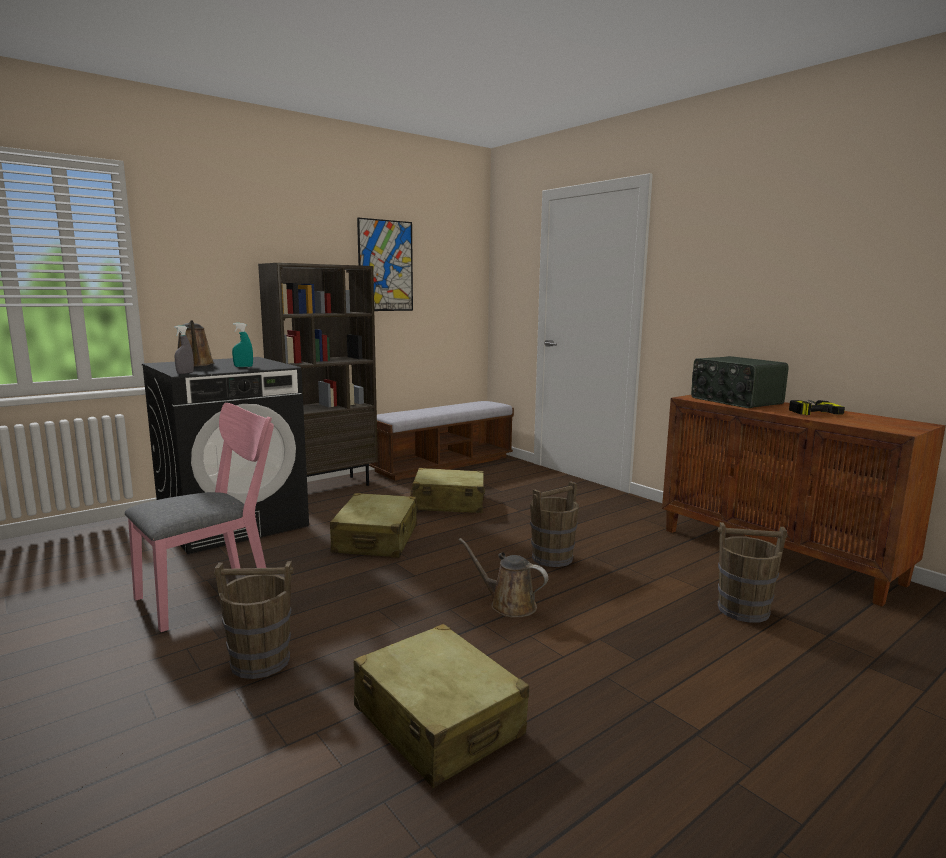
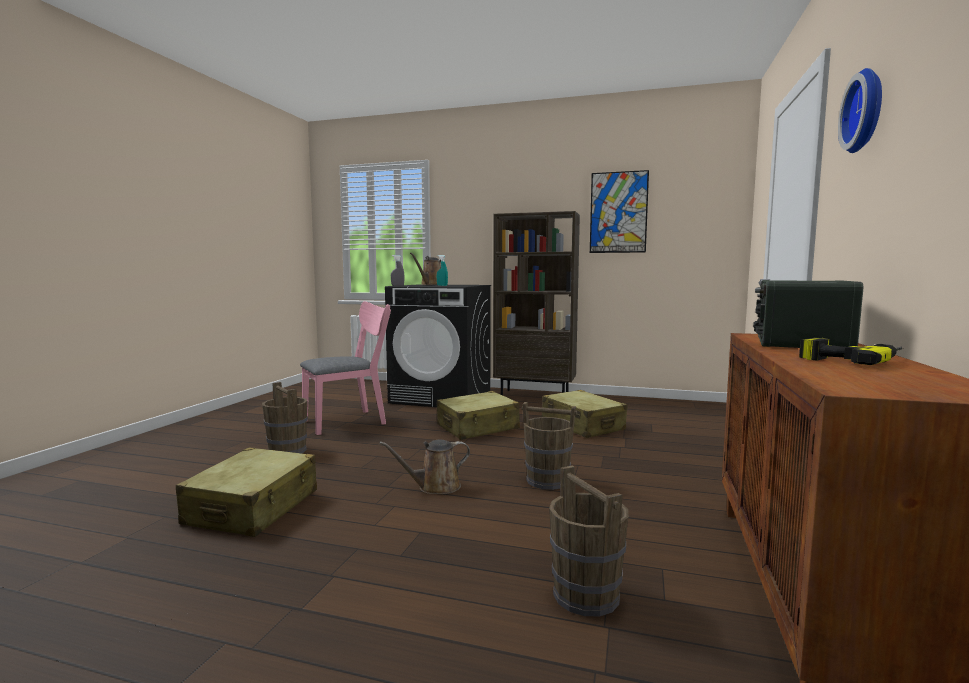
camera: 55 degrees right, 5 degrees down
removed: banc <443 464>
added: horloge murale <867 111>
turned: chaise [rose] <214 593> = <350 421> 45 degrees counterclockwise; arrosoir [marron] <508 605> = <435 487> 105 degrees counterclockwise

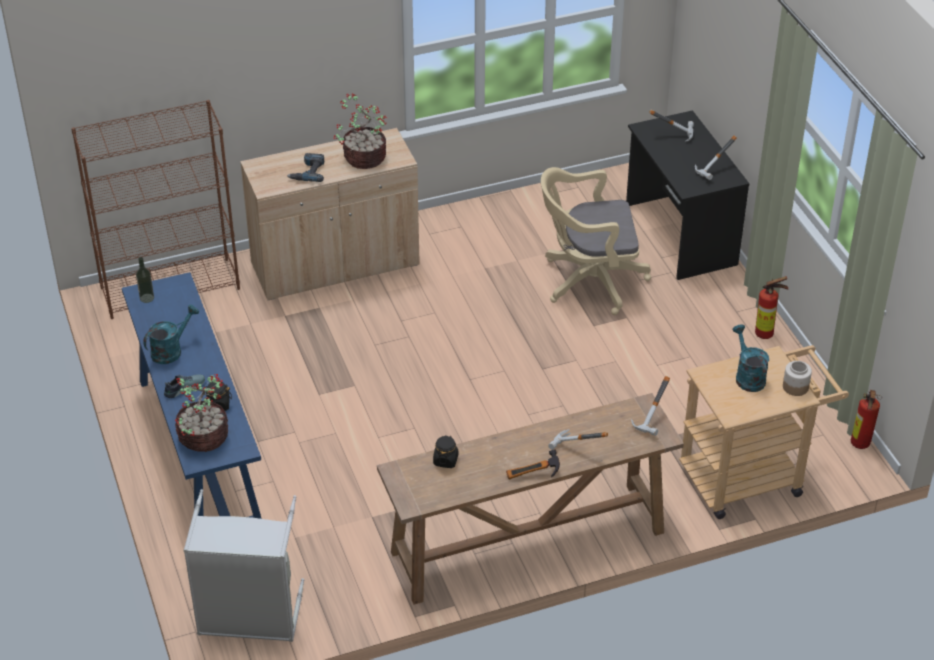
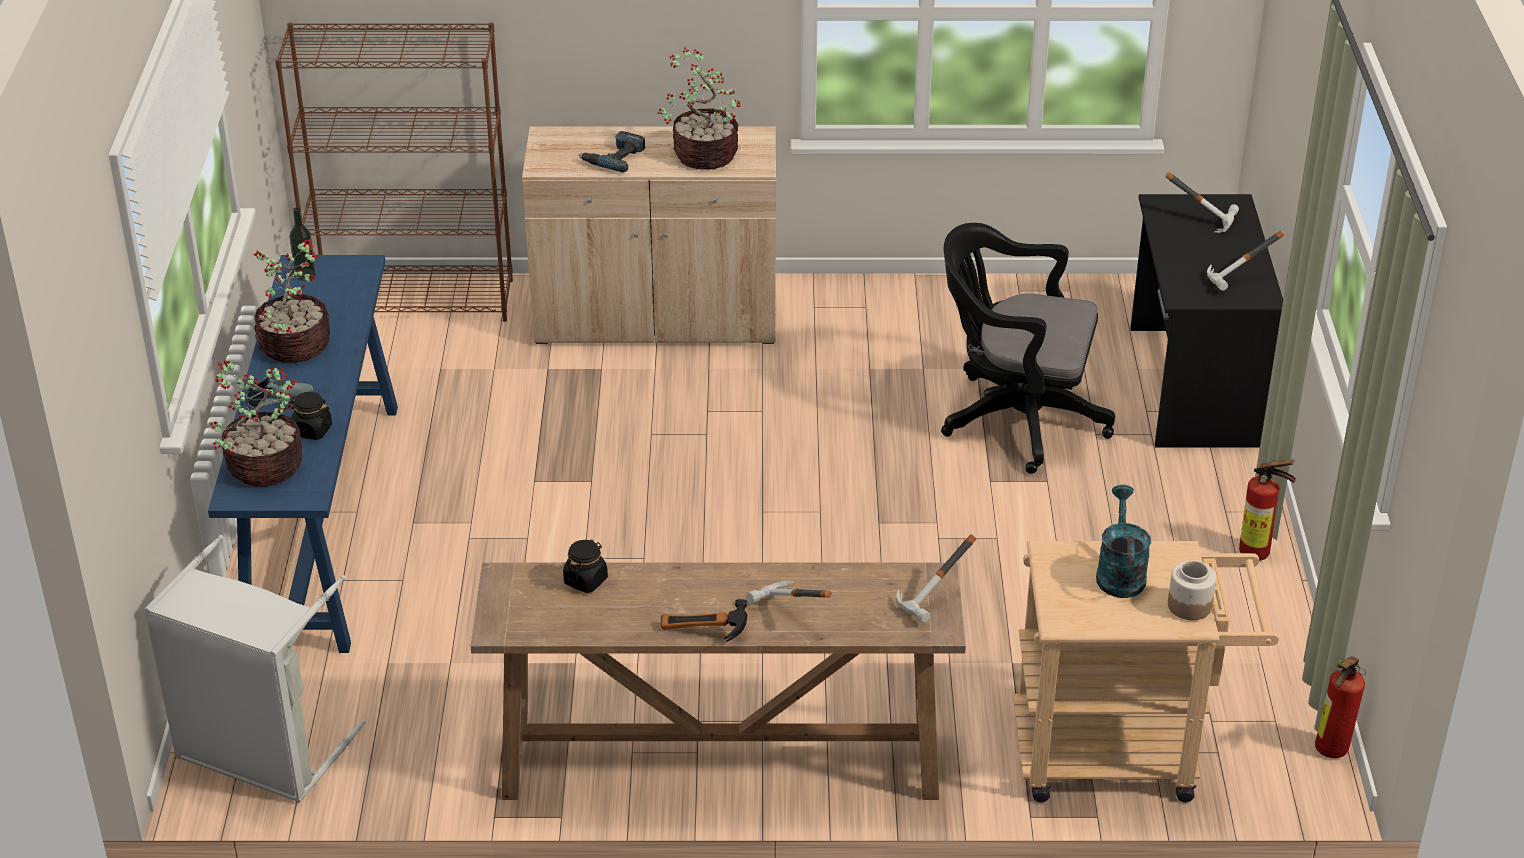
camera: 20 degrees right, 5 degrees down
replaced: arrosoir [turquoise] <171 350> to plante en pot <294 347>
recoloured: chaise de bureau [beige] <588 281> to chaise de bureau [noir] <1015 419>

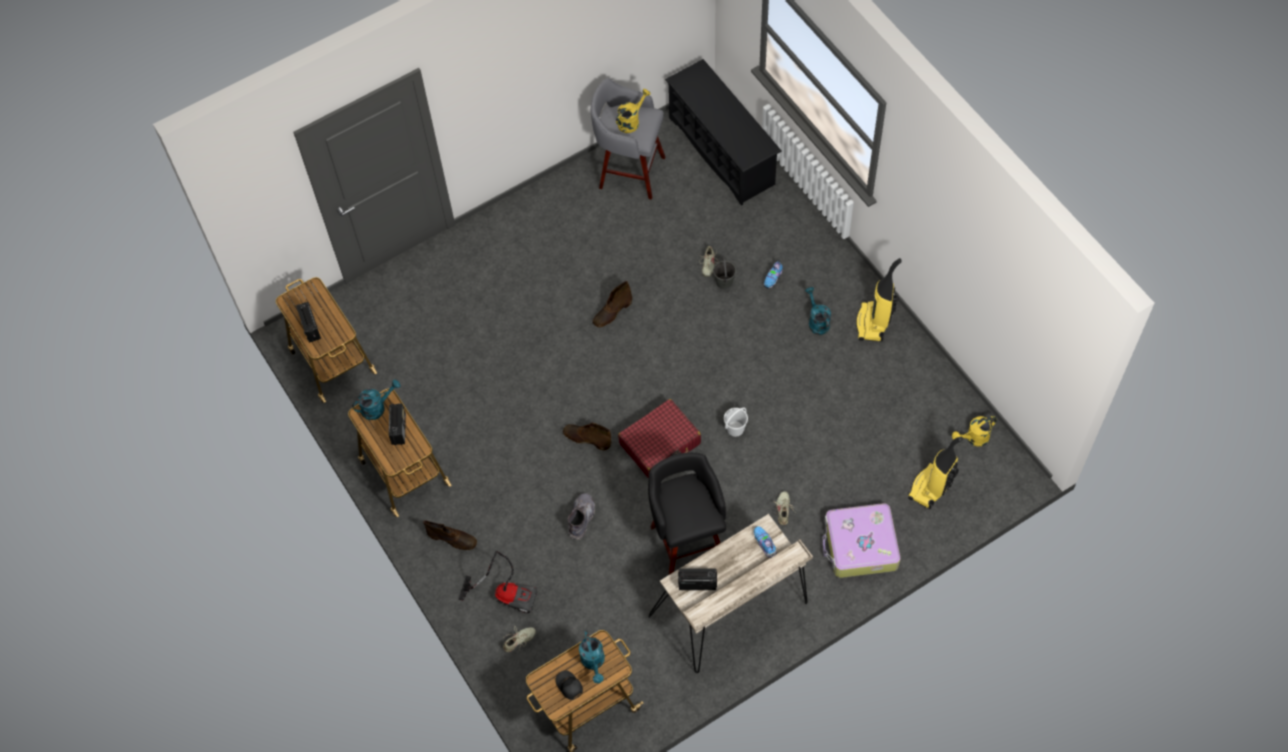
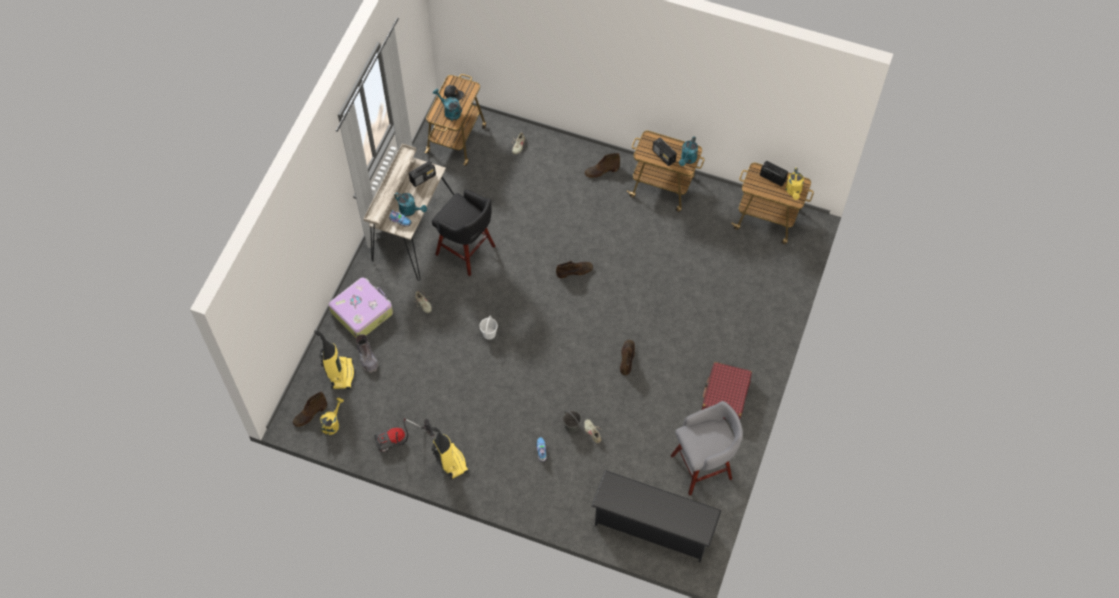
camera: 140 degrees right, 0 degrees up
added: botte [marron] <310 414>
moved: aspirateur <506 594> to <399 440>; botte [gris] <581 518> to <367 358>; arrosoir [jaune] <631 121> to <793 191>; valise [rouge] <660 444> to <725 396>; arrosoir [turquoise] <817 321> to <410 210>

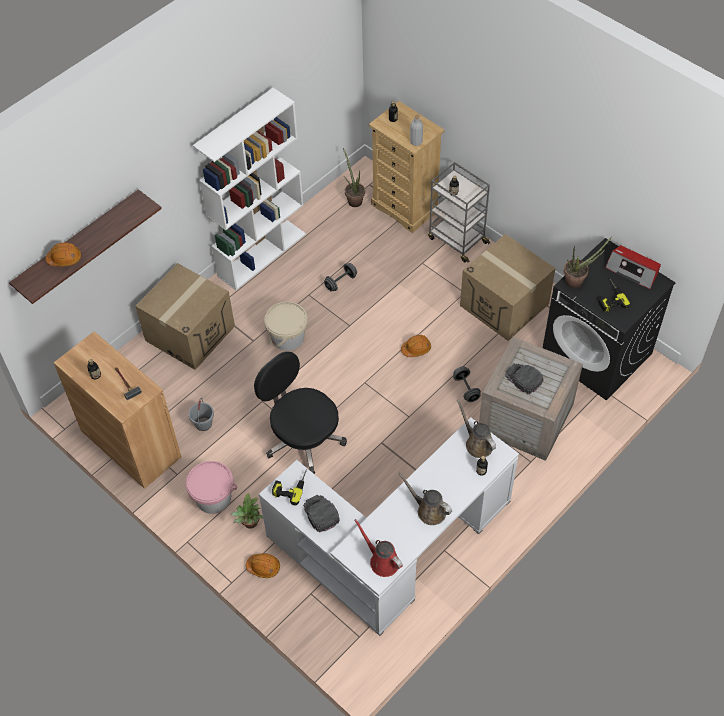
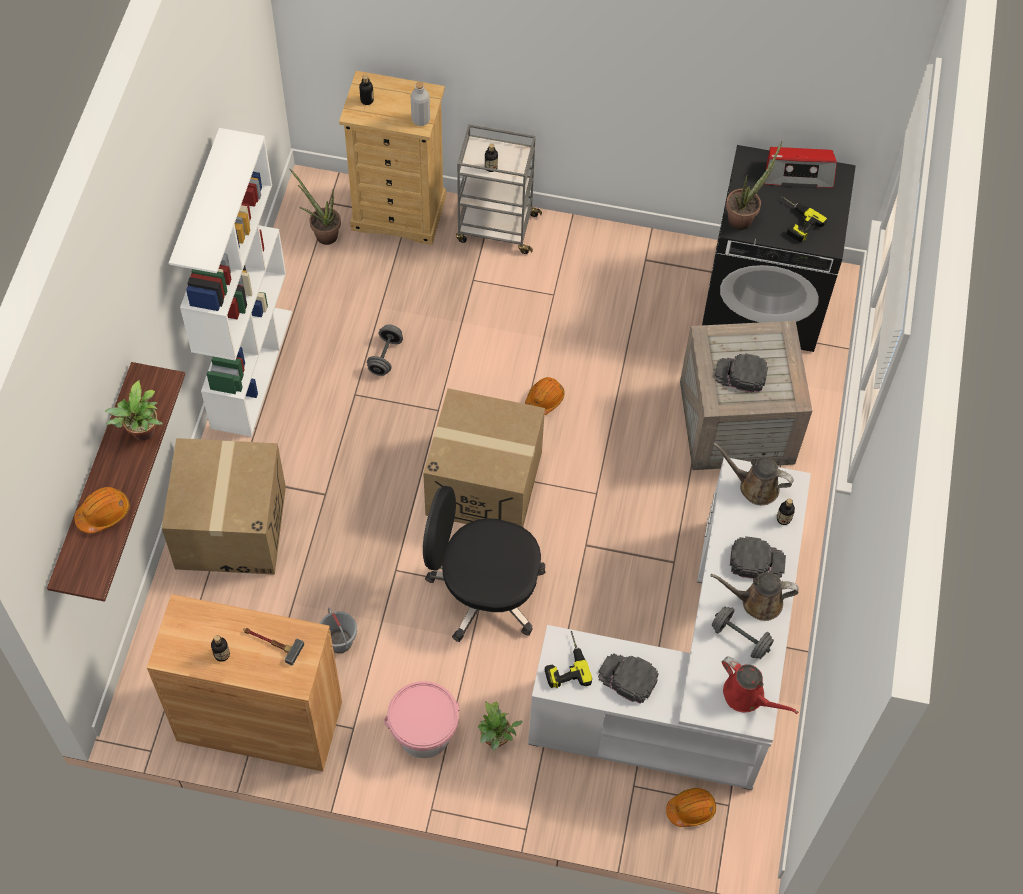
camera: 35 degrees left, 5 degrees up
removed: seau [beige] <288 337>
added: plante en pot <142 434>; casquette [noir] <757 561>
moved: casque de chantier [orange] <263 567> to <691 809>; haltère [gris] <466 389> to <740 638>; carton <504 304> to <484 483>
turned: arrosoir [rouge] <382 561> = <747 696> 150 degrees counterclockwise

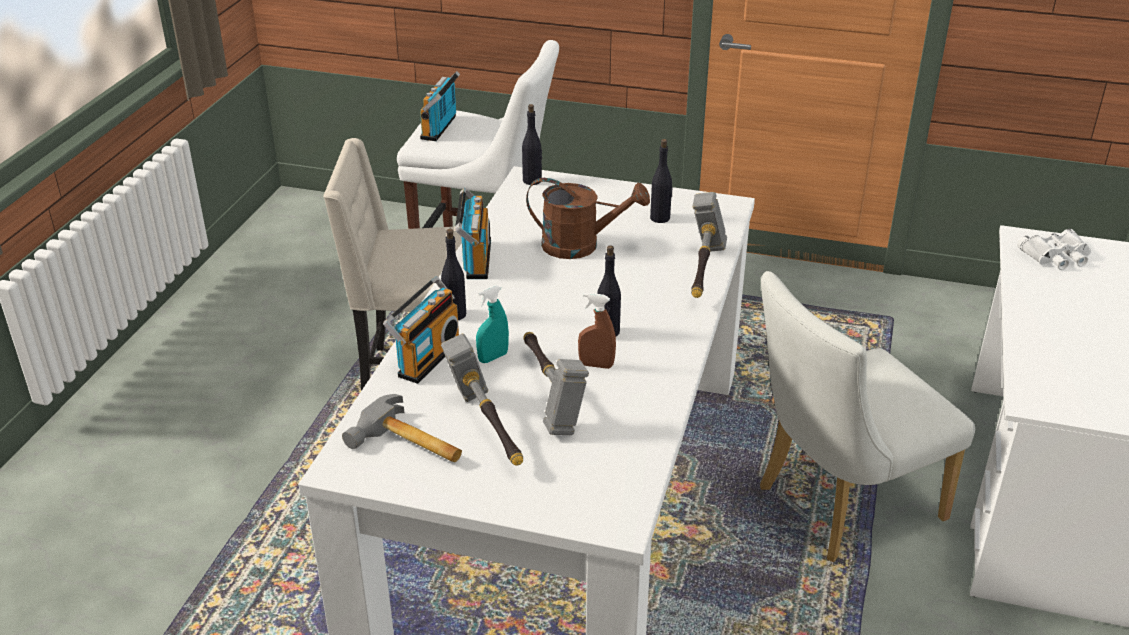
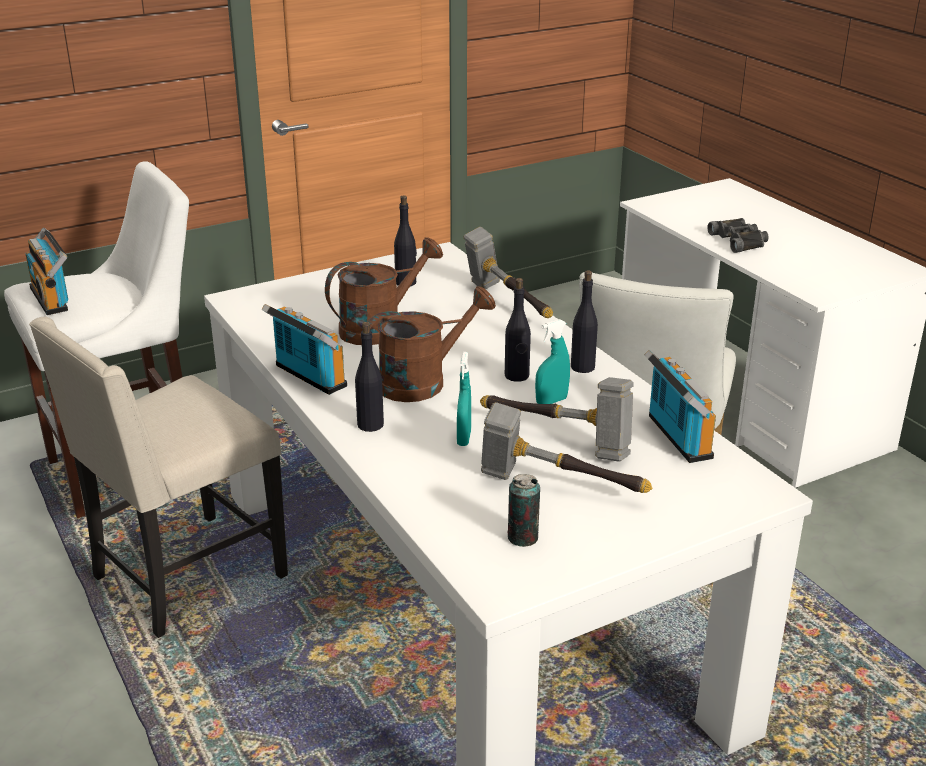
camera: 45 degrees left, 5 degrees down
removed: jumelles [blanc] <1056 256>
added: arrosoir [marron] <423 382>; jumelles [noir] <739 241>
moved: radio <426 357> to <675 437>; bouteille [noir] <532 180> to <583 367>
replaced: marteau <409 446> to boîte métallique <522 538>
recoloured: vaporisateur [marron] <596 365> to vaporisateur [turquoise] <551 401>

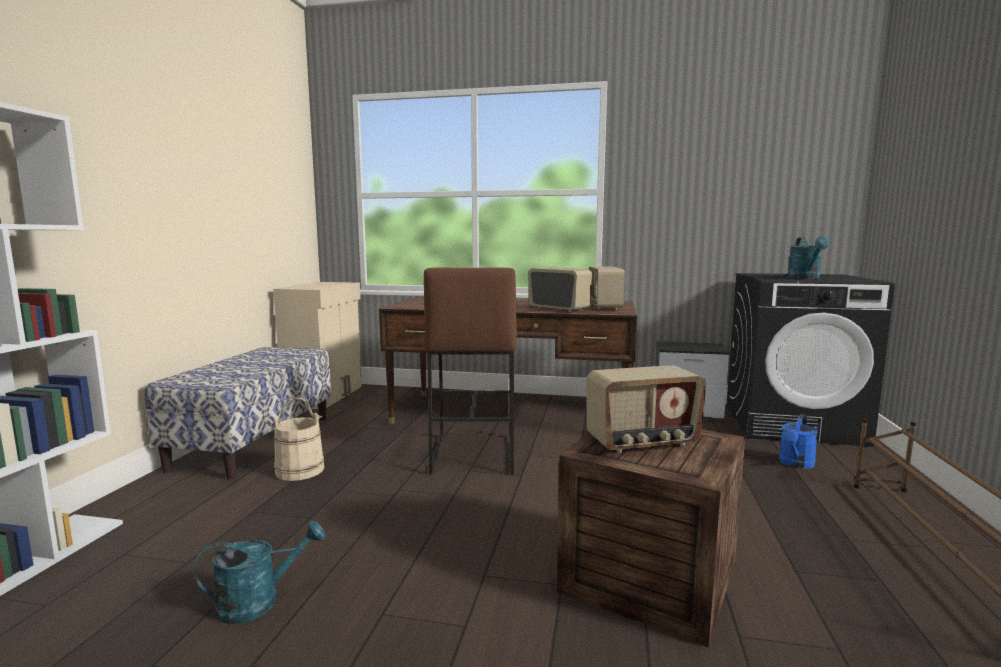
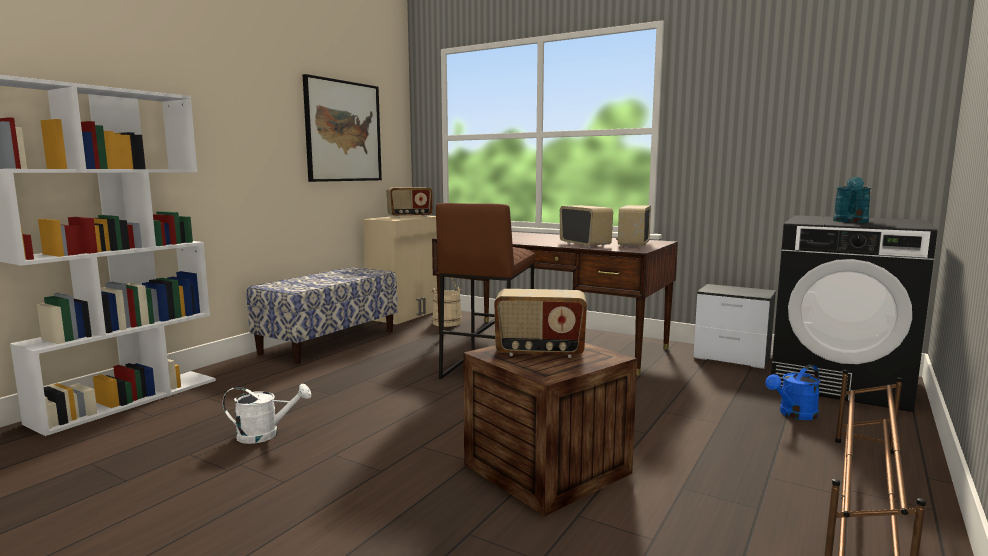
camera: 20 degrees right, 0 degrees up
added: tableau <343 131>; radio <410 216>
moved: seau [beige] <300 470> to <447 322>
recoloured: arrosoir [turquoise] <259 601> to arrosoir [blanc] <265 435>

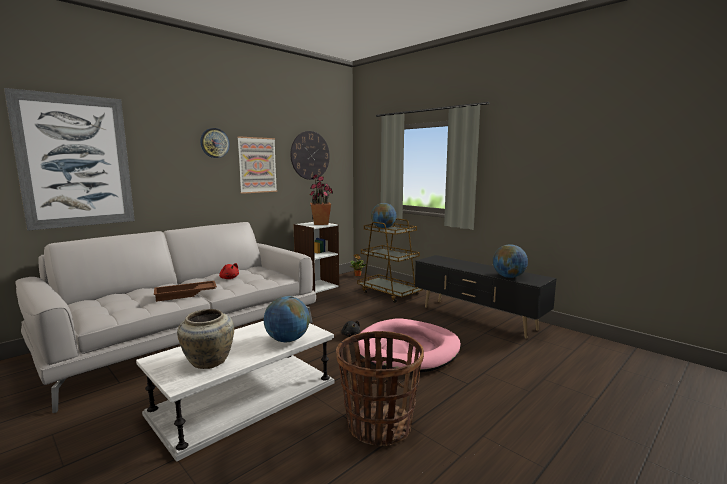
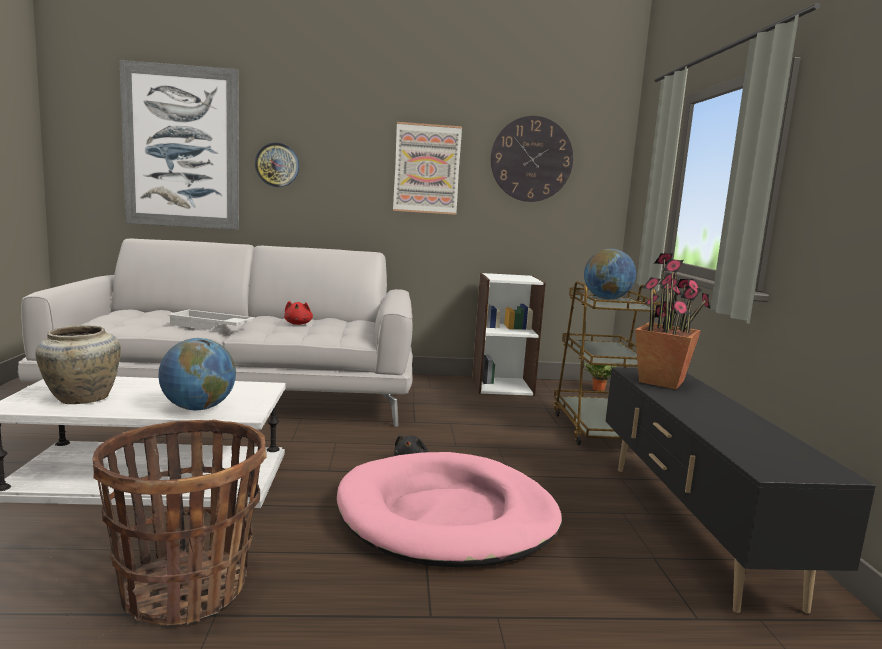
camera: 40 degrees right, 0 degrees up
removed: globe <508 277>
moved: horloge murale <214 143> to <277 165>; plante en pot <321 223> to <662 382>
recoloured: plateau [marron] <185 294> to plateau [blanc] <210 326>

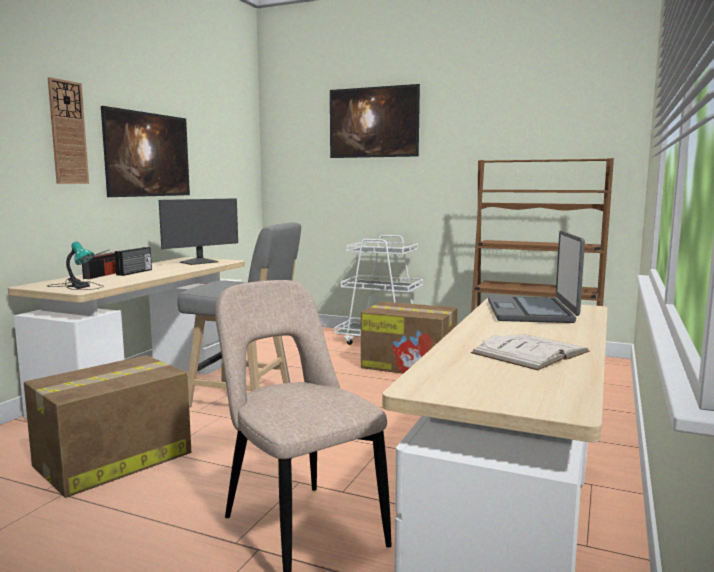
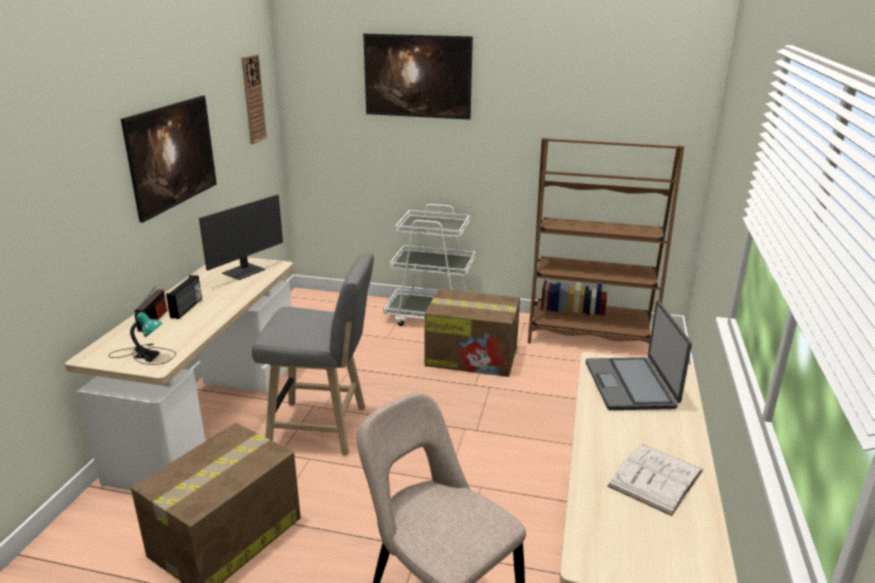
camera: 10 degrees left, 15 degrees up
moved: horloge murale <68 132> to <253 99>

